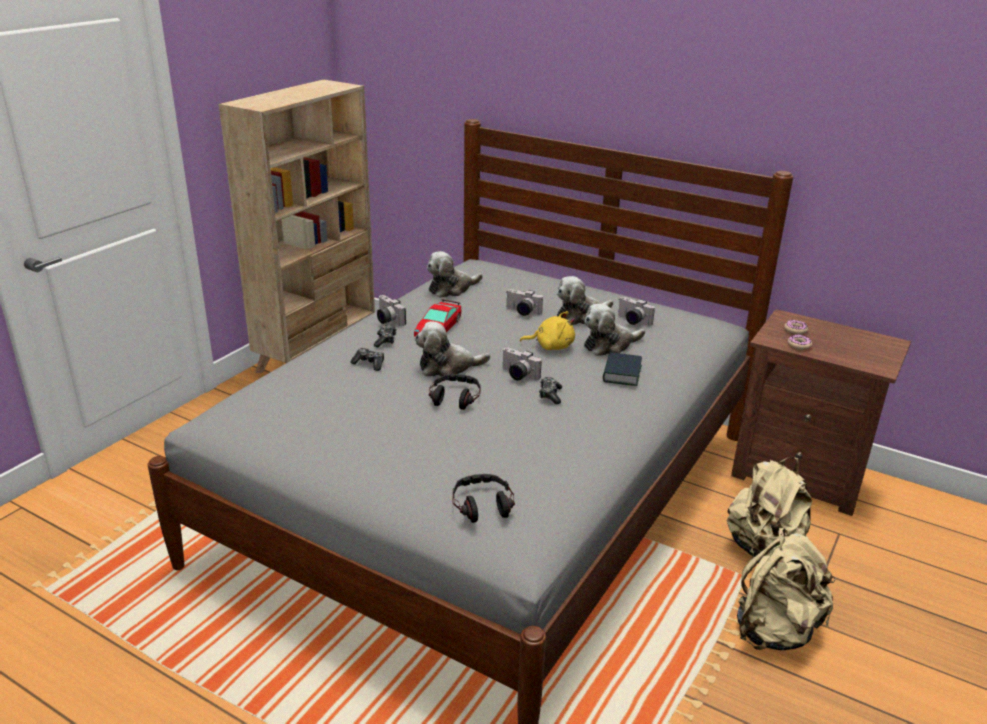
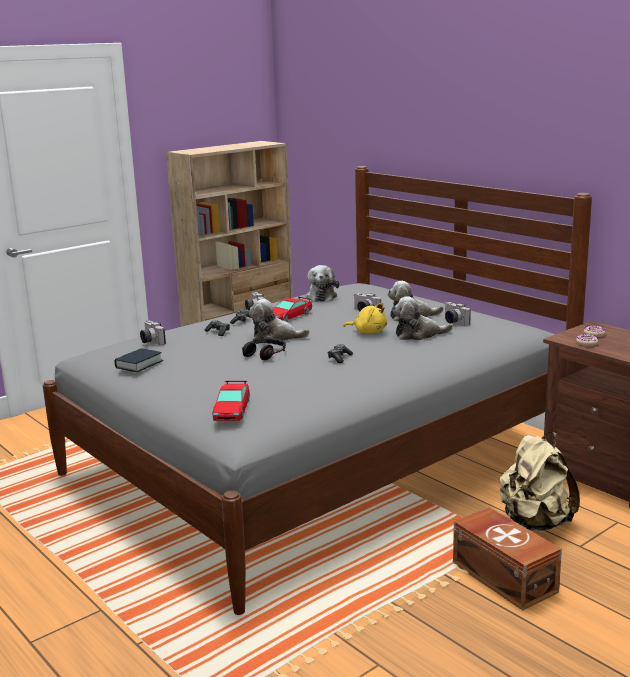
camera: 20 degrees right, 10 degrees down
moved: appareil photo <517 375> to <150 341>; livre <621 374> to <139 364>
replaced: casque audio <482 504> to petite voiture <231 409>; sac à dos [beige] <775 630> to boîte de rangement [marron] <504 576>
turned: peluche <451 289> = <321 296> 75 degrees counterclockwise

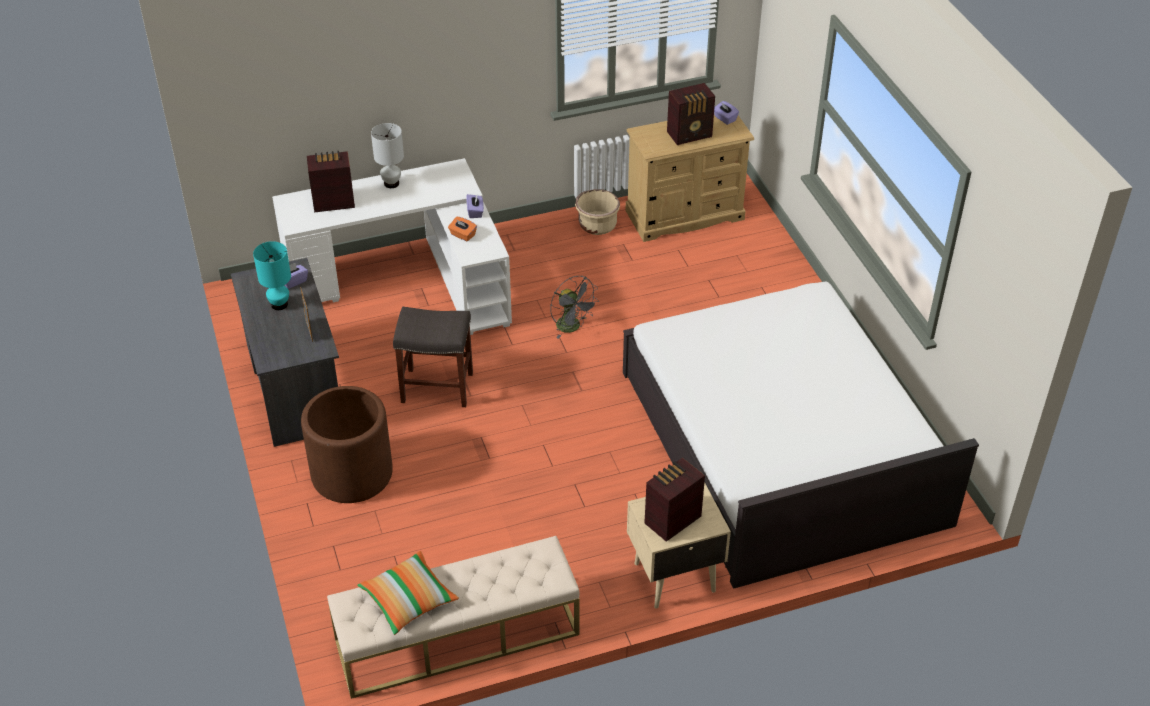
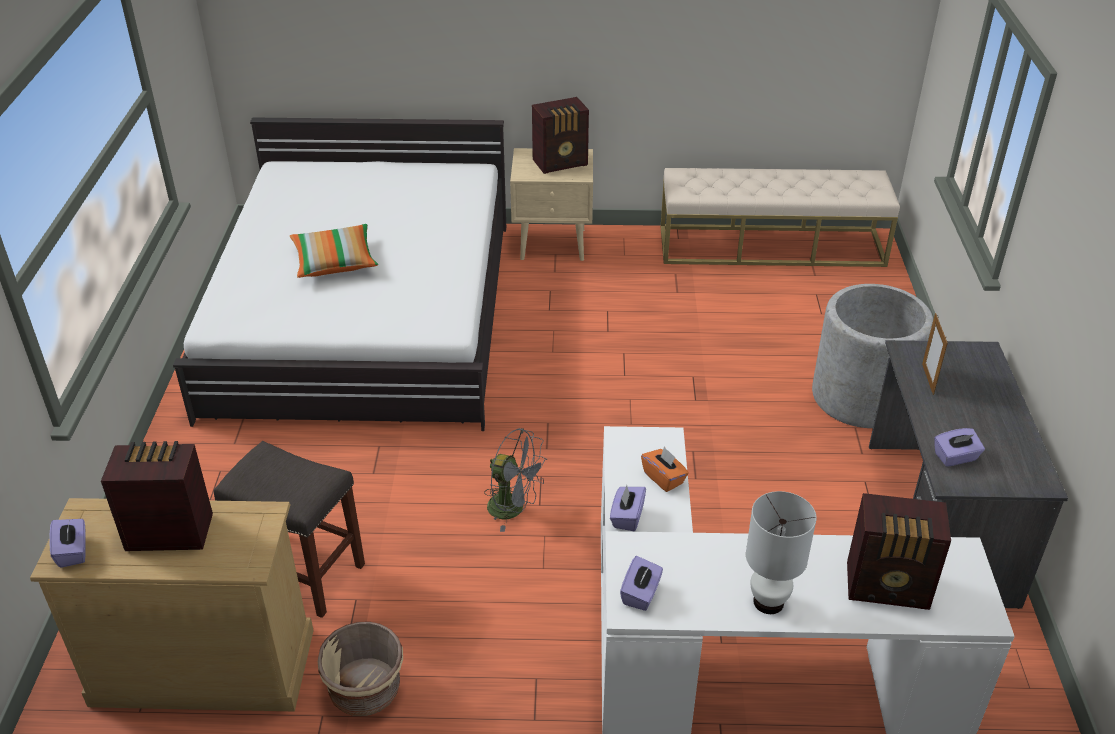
camera: 160 degrees left, 5 degrees down
removed: lampe de table [turquoise] <279 304>
added: boîte à mouchoirs [violet] <641 594>
moved: coussin <408 600> to <335 262>; tabouret [gris] <436 388> to <304 574>
recoloured: cache-pot [marron] <351 473> to cache-pot [gris] <862 397>
turned: ventilateur [gris] <572 327> = <514 509> 135 degrees clockwise

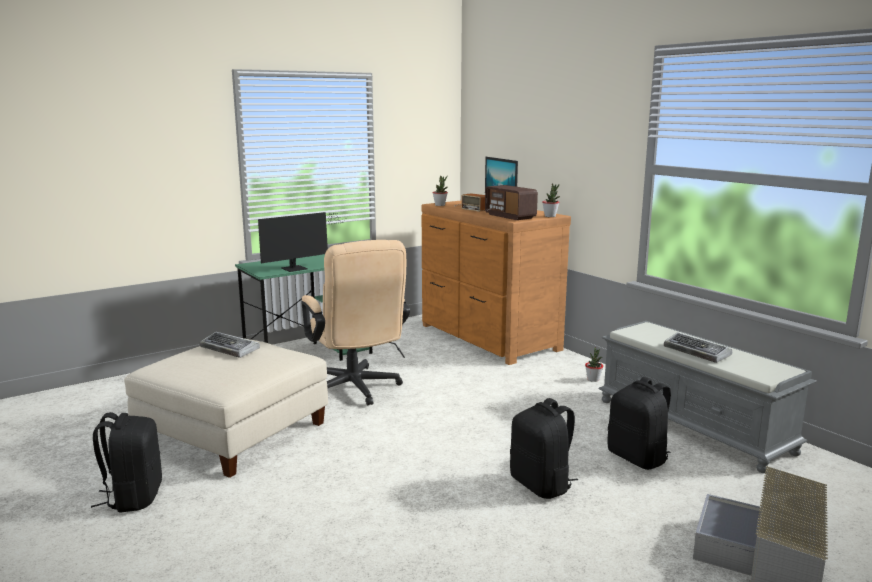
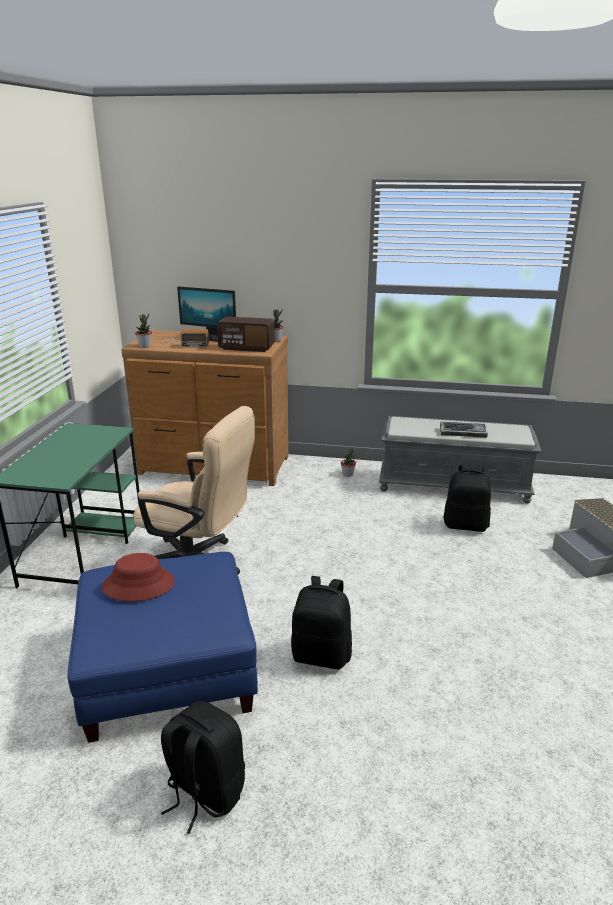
camera: 45 degrees left, 10 degrees up
removed: écran d'ordinateur <298 268>
moved: sac à dos [noir] <542 485> to <322 655>
replaced: clavier <230 349> to chapeau [rouge] <138 585>
recoloured: pouf [beige] <234 432> to pouf [bleu] <168 669>

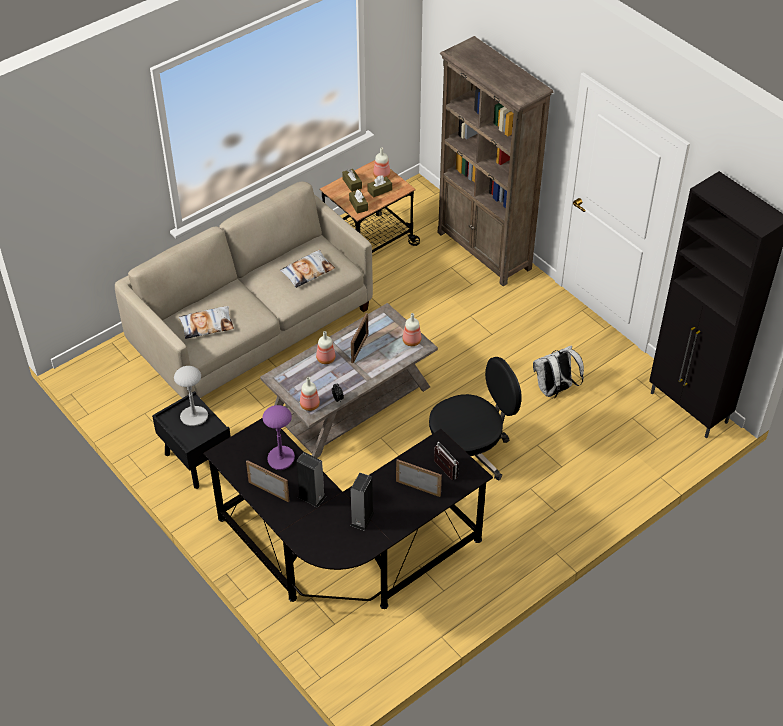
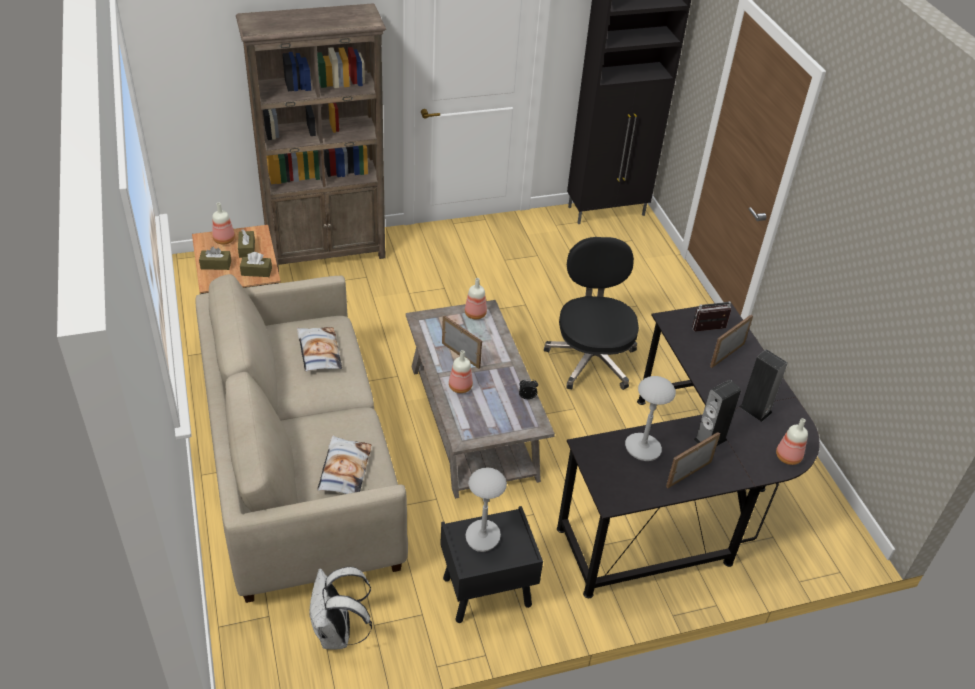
camera: 70 degrees left, 5 degrees down
moved: bouteille <309 405> to <787 457>; sac à dos [blanc] <554 390> to <338 633>
recoloured: lampe de table [violet] <281 459> to lampe de table [gris] <642 448>

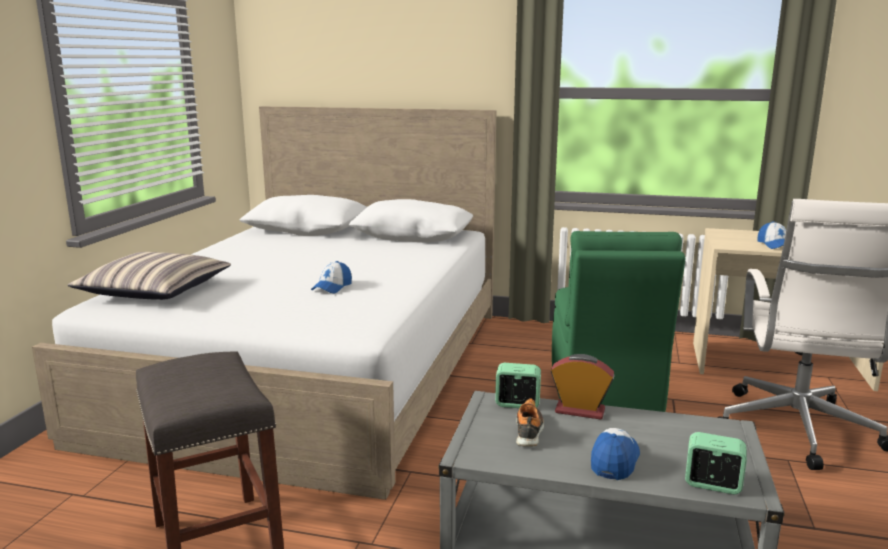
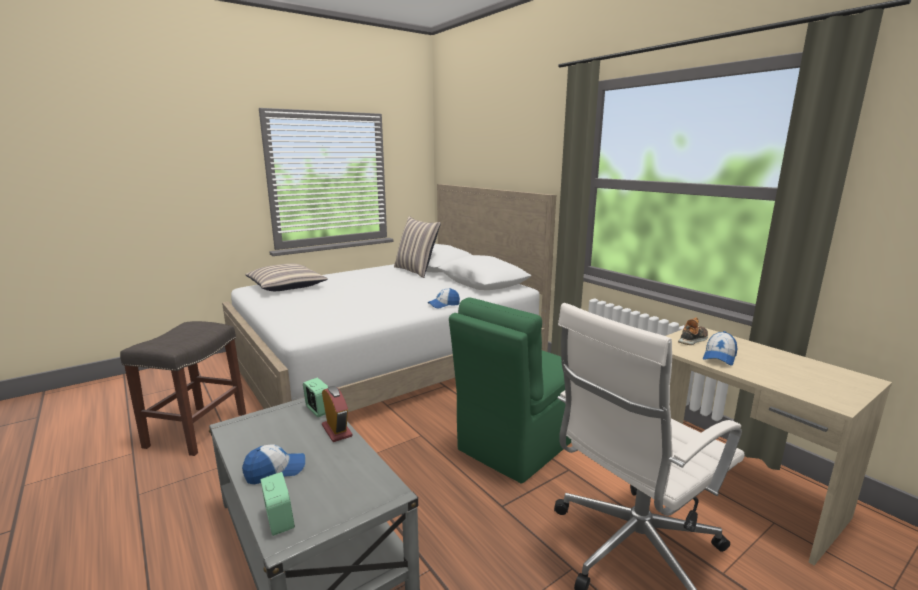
camera: 40 degrees right, 0 degrees up
added: coussin <416 271>
moved: casquette <332 287> to <444 305>; chaussure <529 431> to <693 339>

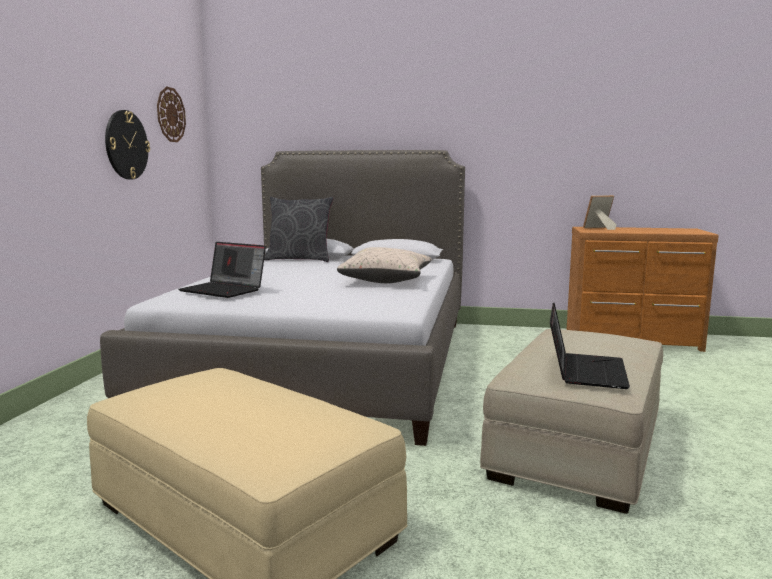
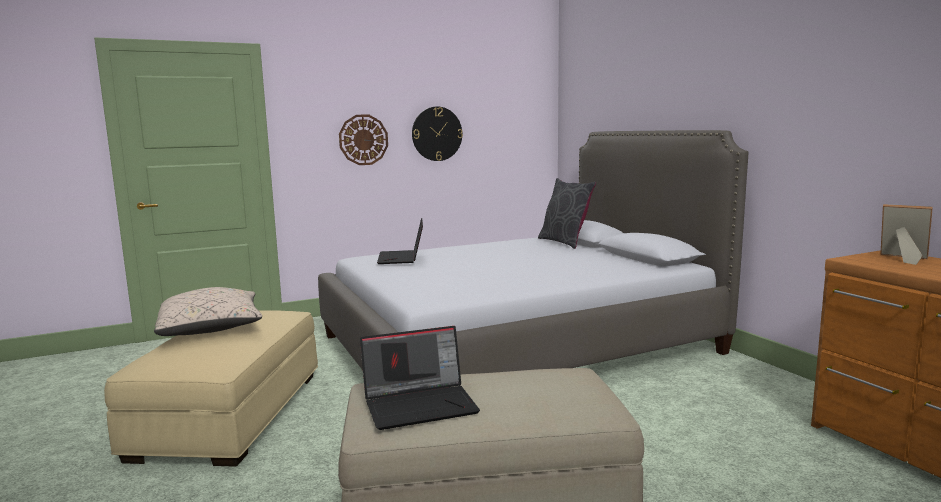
camera: 55 degrees right, 0 degrees up
moved: horloge murale <170 115> to <363 140>; coussin [beige] <386 280> to <211 329>

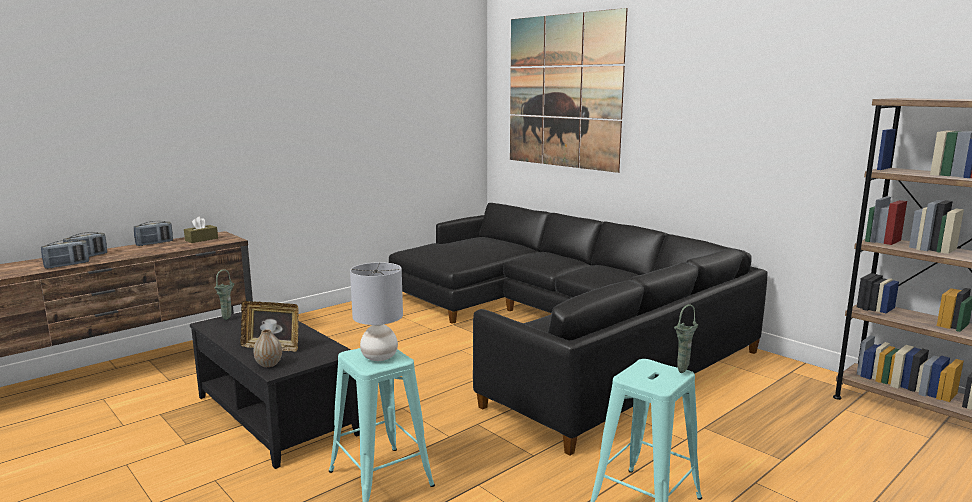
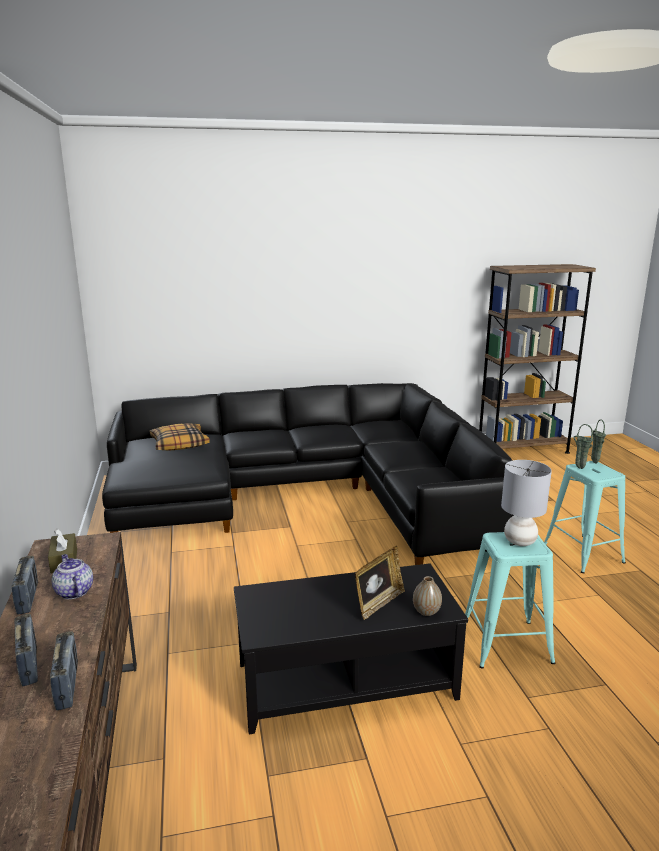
camera: 60 degrees left, 5 degrees up
removed: tableau <563 91>
added: théière <73 591>; coussin <179 444>
moved: vase [vert] <228 318> to <578 467>

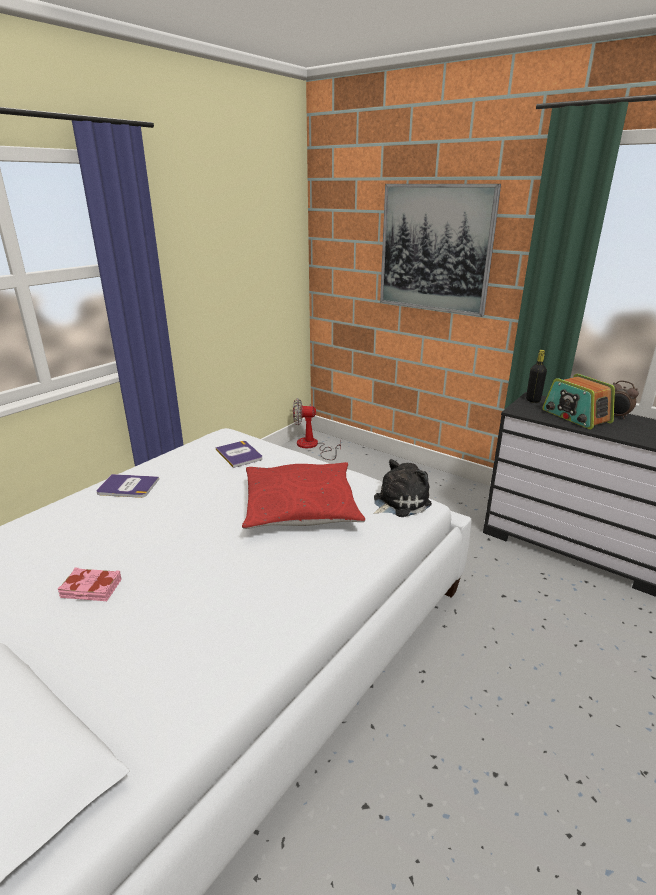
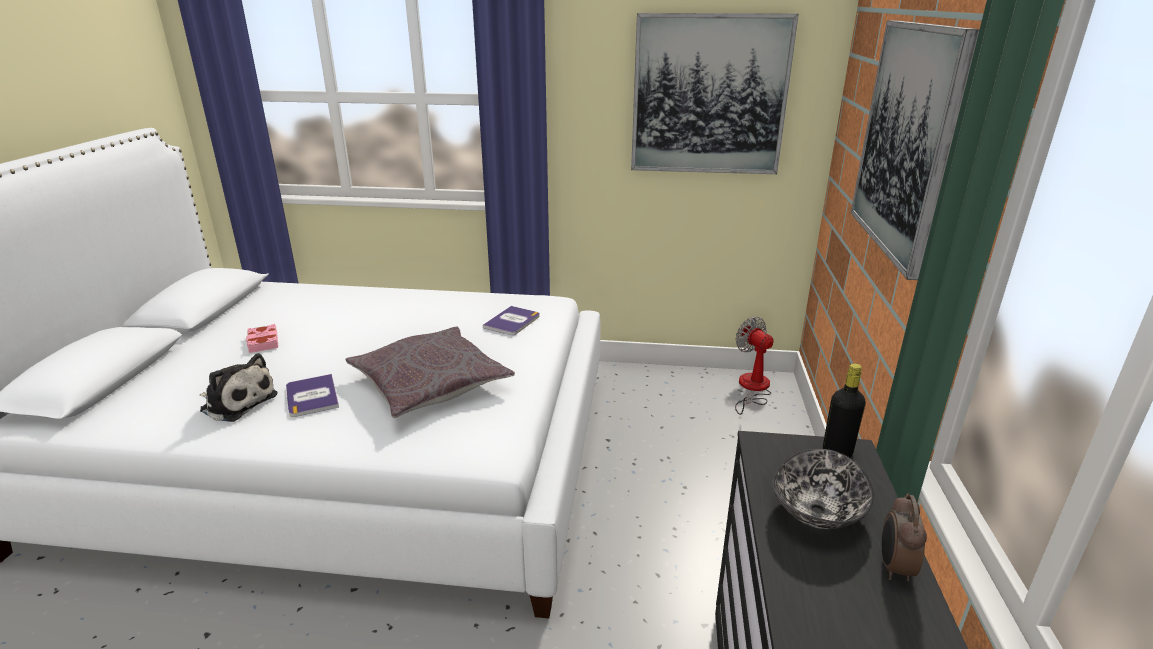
camera: 60 degrees right, 0 degrees up
added: tableau <709 95>
moved: livre <128 487> to <312 396>; peluche <398 502> to <237 402>
replaced: radio <575 416> to bol <818 511>
recoloured: coussin [rouge] <301 507> to coussin [gris] <430 383>

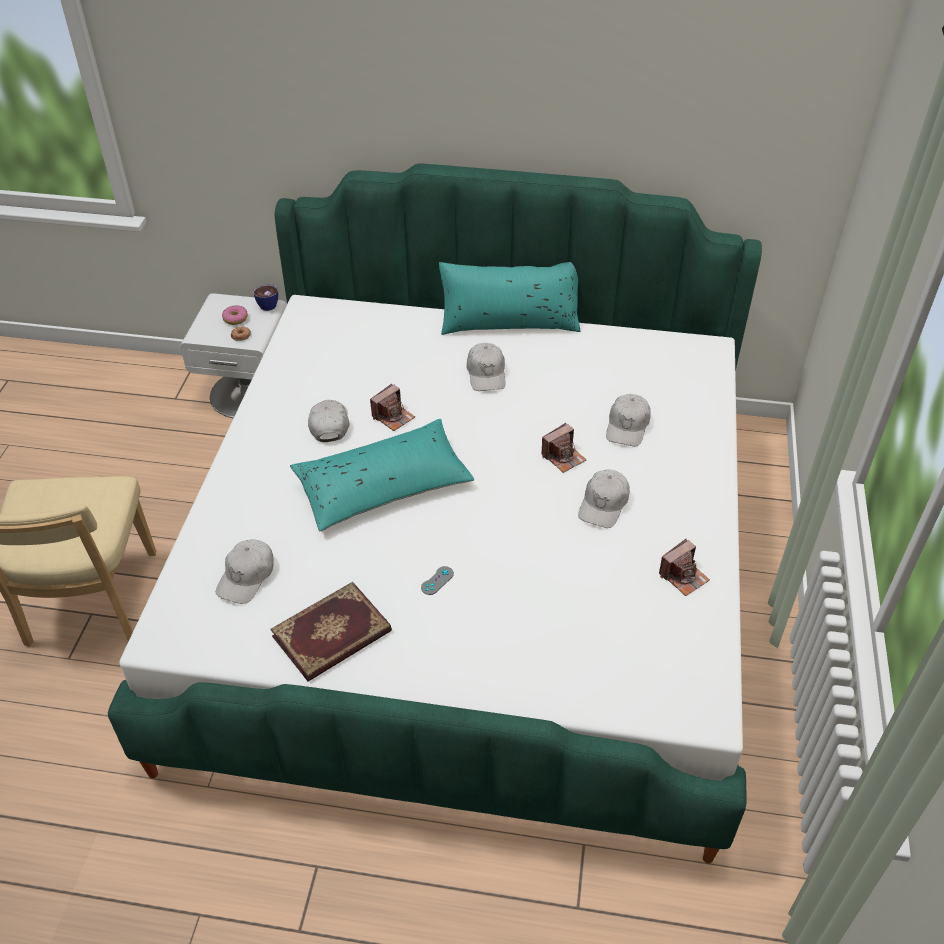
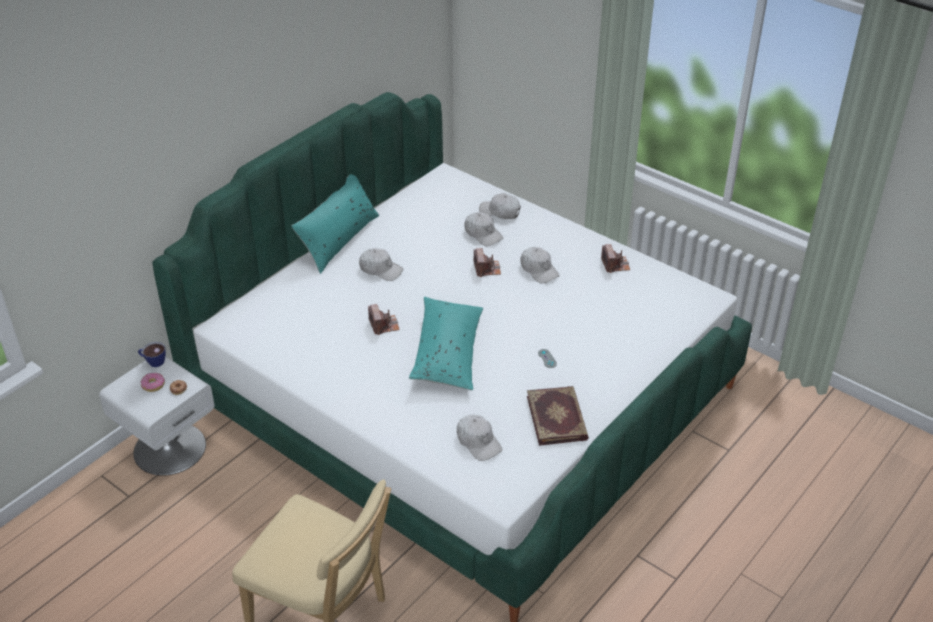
camera: 60 degrees left, 5 degrees down
moved: casquette [blanc] <329 424> to <500 212>

